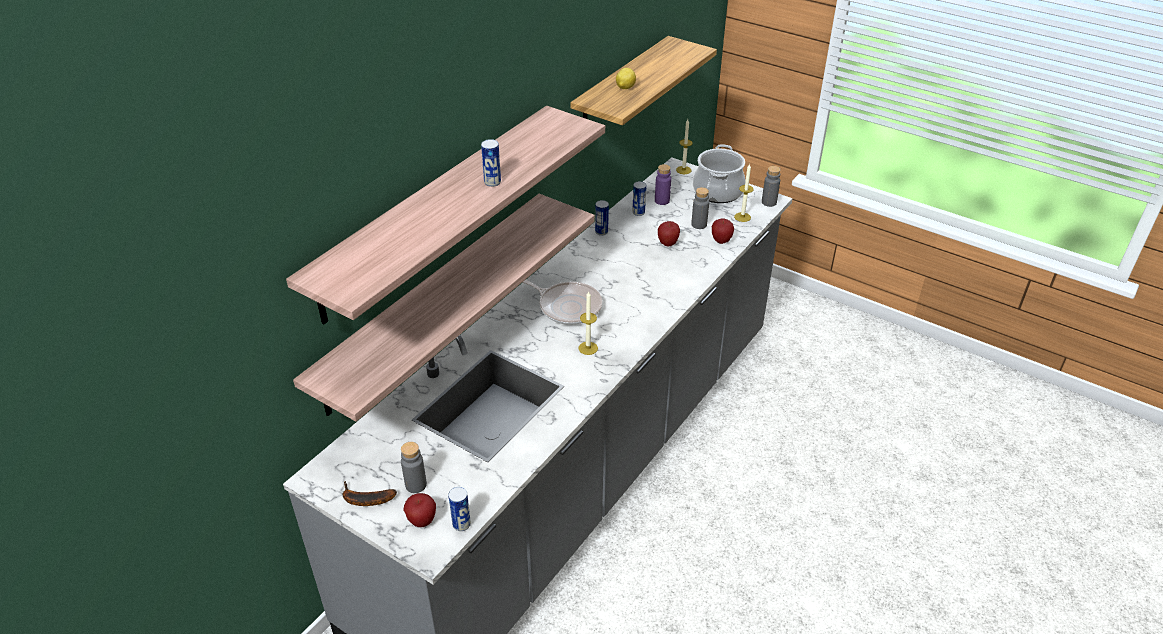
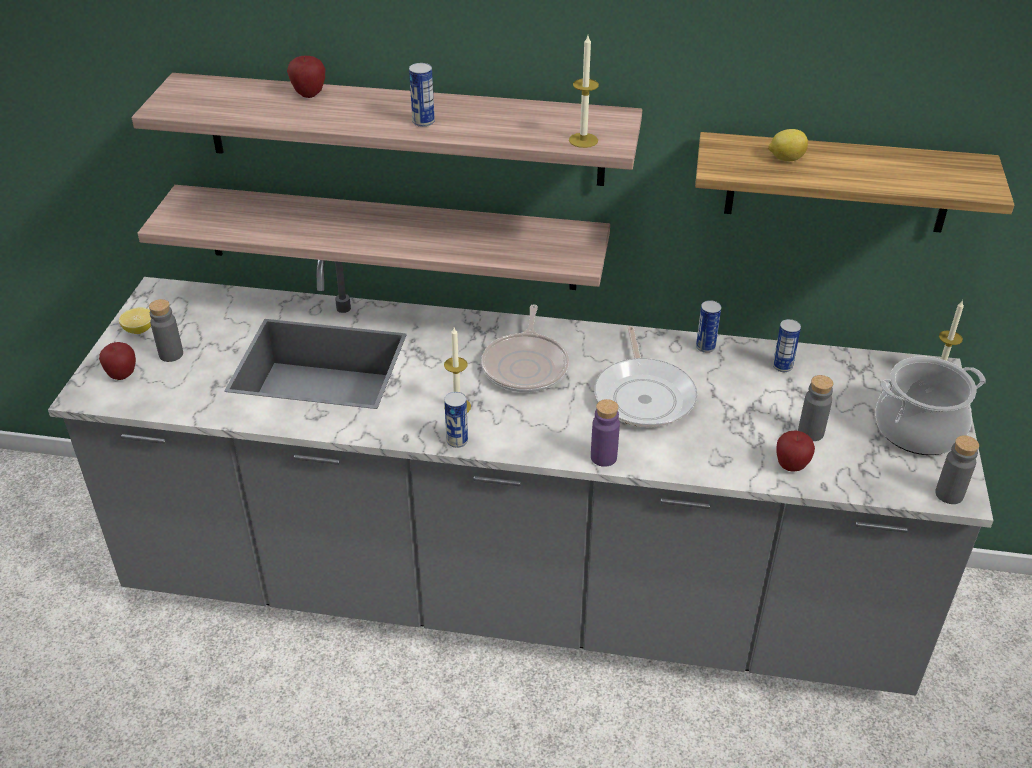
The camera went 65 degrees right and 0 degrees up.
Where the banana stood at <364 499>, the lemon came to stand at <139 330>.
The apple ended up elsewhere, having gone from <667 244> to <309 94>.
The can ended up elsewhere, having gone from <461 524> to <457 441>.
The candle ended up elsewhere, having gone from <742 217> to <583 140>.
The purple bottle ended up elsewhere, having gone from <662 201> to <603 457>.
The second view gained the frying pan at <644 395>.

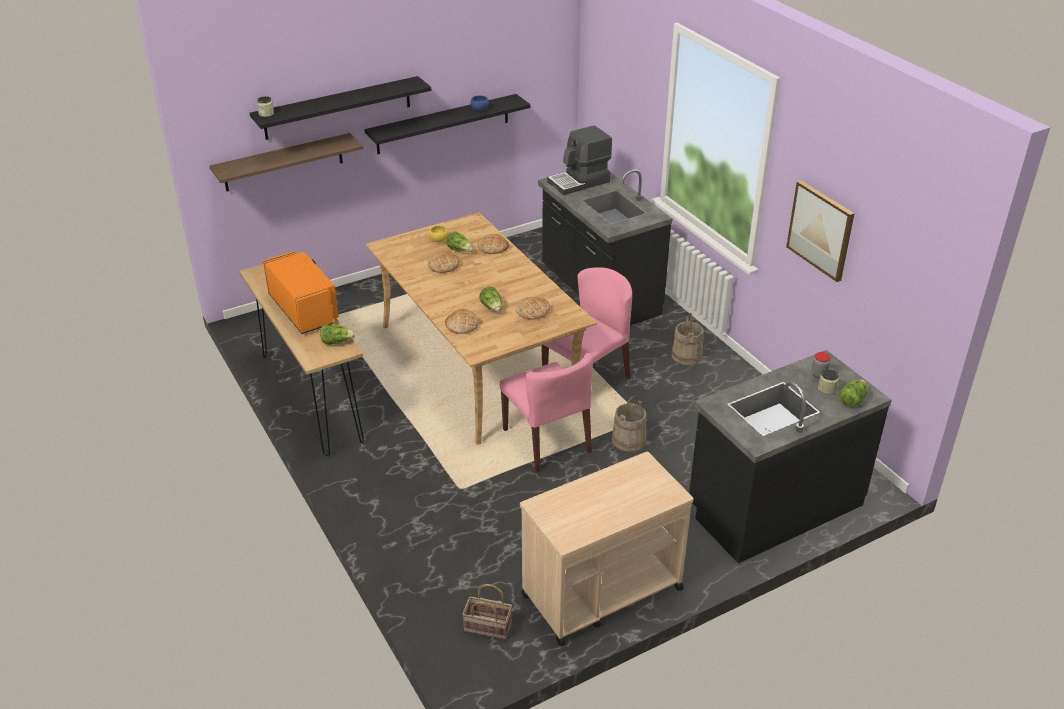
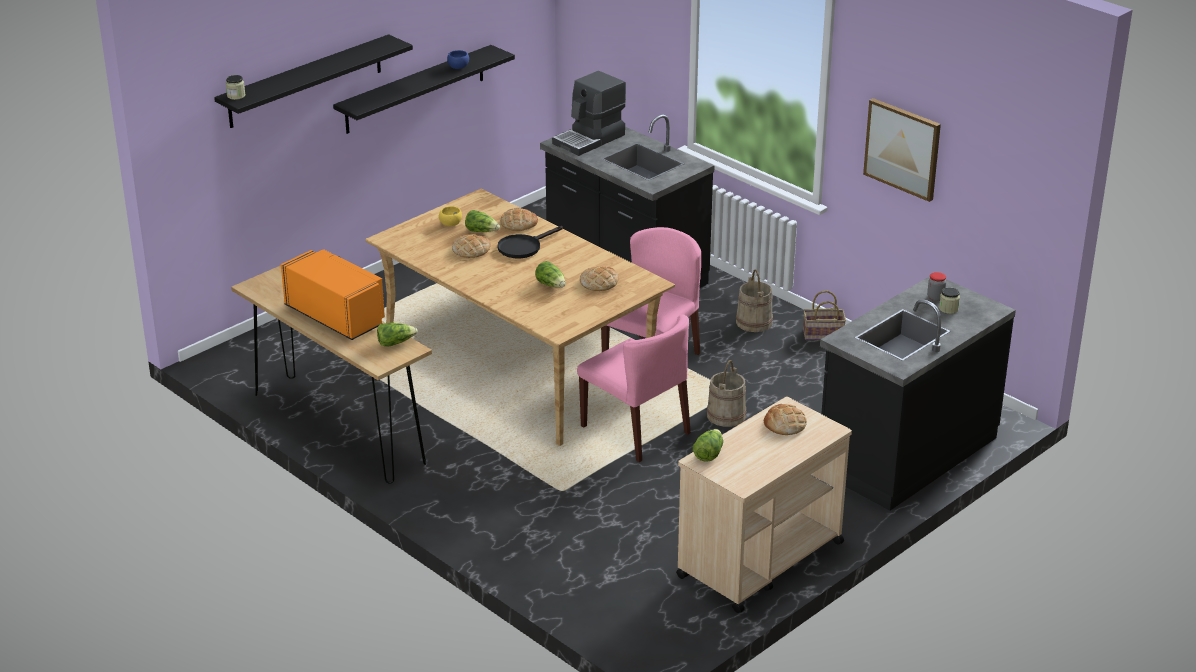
The camera went 15 degrees left and 5 degrees down.
The second view gained the black frying pan at <523 247>.
The lettuce ended up elsewhere, having gone from <852 399> to <708 453>.
The bread ended up elsewhere, having gone from <462 325> to <784 424>.
The basket ended up elsewhere, having gone from <486 627> to <822 335>.
The second view lost the shelf at <283 162>.

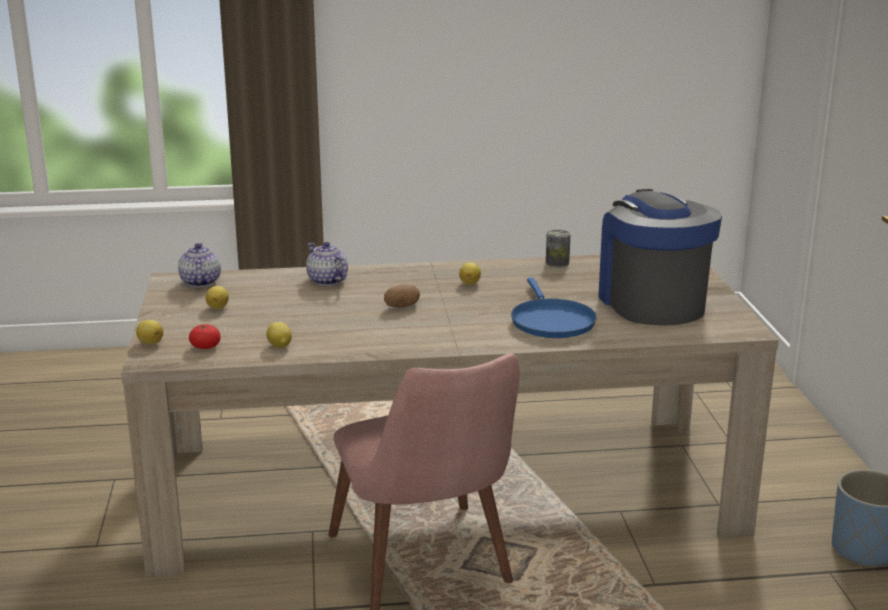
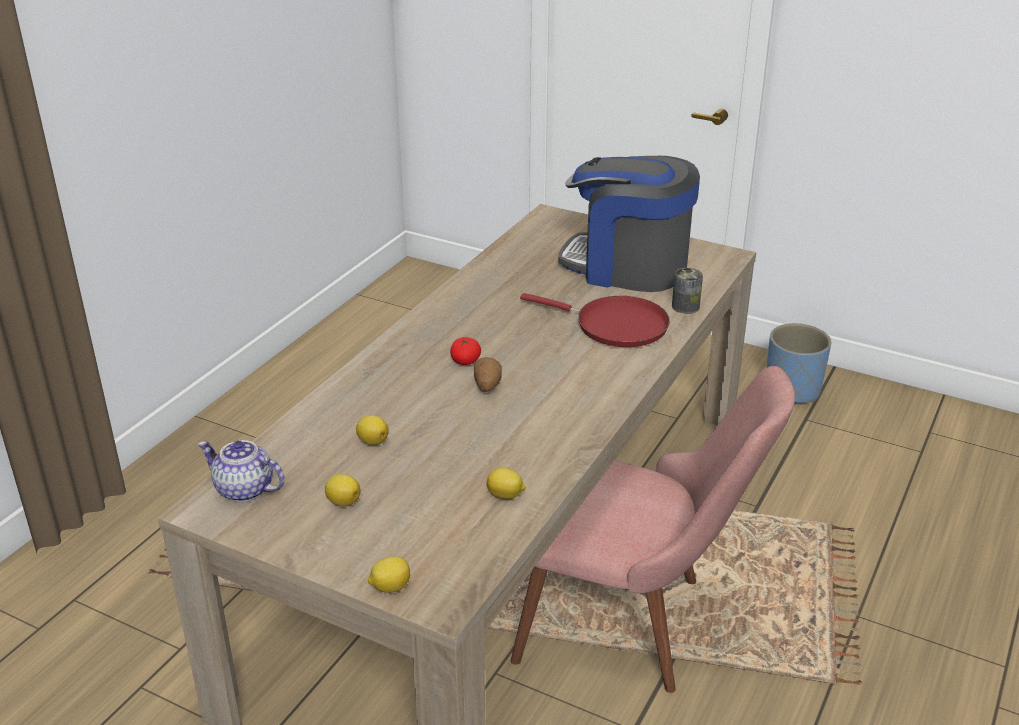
The camera went 55 degrees left and 10 degrees up.
The lemon ended up elsewhere, having gone from <470 283> to <372 441>.
The tomato ended up elsewhere, having gone from <205 346> to <465 361>.
What was the blue frying pan at <551 321> turned into the red frying pan at <615 326>.
The can ended up elsewhere, having gone from <557 263> to <685 306>.
The second view lost the teapot at <326 280>.

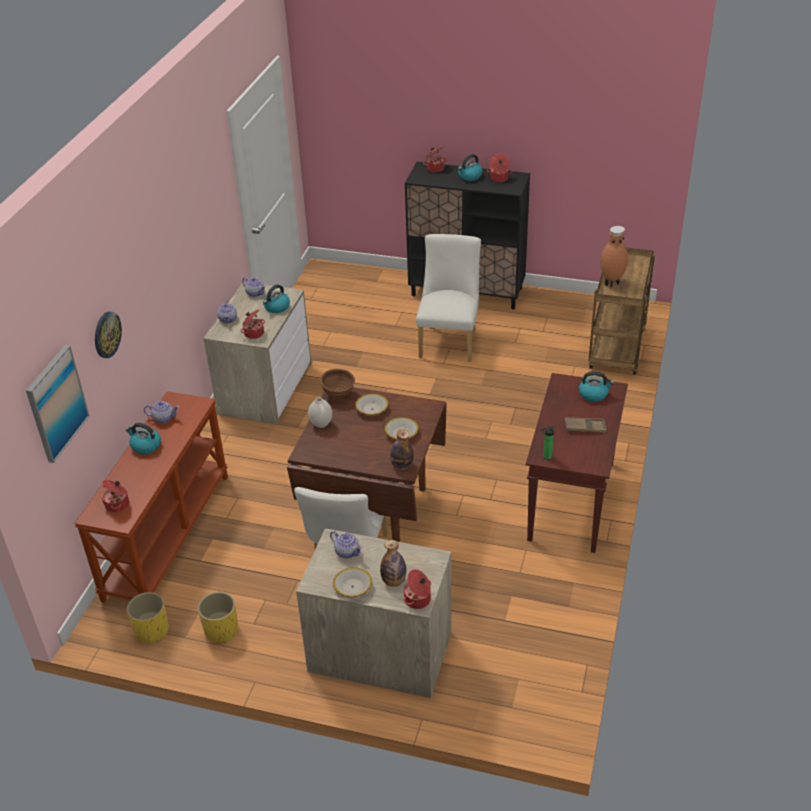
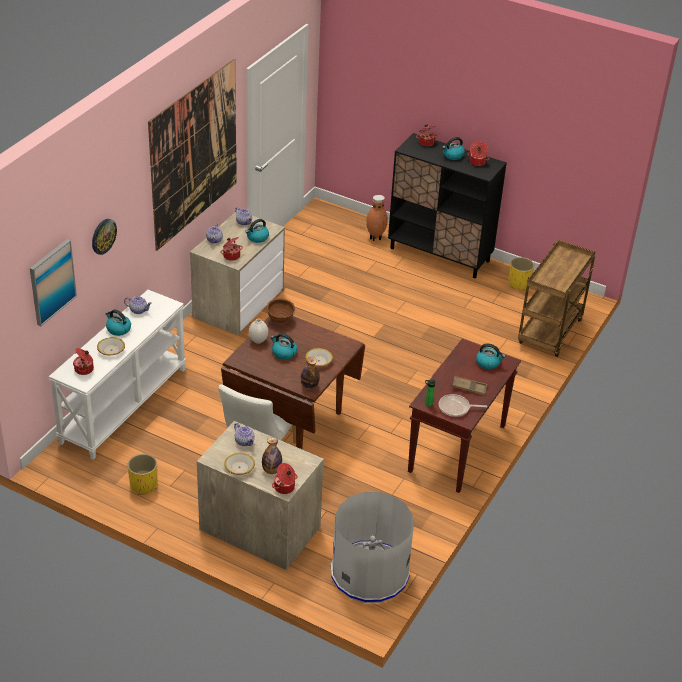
The camera went 10 degrees right and 0 degrees up.
What was the brown console table at <167 535> turned into the white console table at <123 404>.
The bowl ended up elsewhere, having gone from <372 409> to <111 350>.
The second view gained the picture at <194 154>.
The second view gained the kettle at <284 353>.
The second view gained the grey trash can at <369 573>.
The brown vase ended up elsewhere, having gone from <611 283> to <375 237>.
The second view gained the frying pan at <456 408>.
The yellow planter ended up elsewhere, having gone from <152 631> to <519 284>.
The second view lost the white chair at <449 340>.

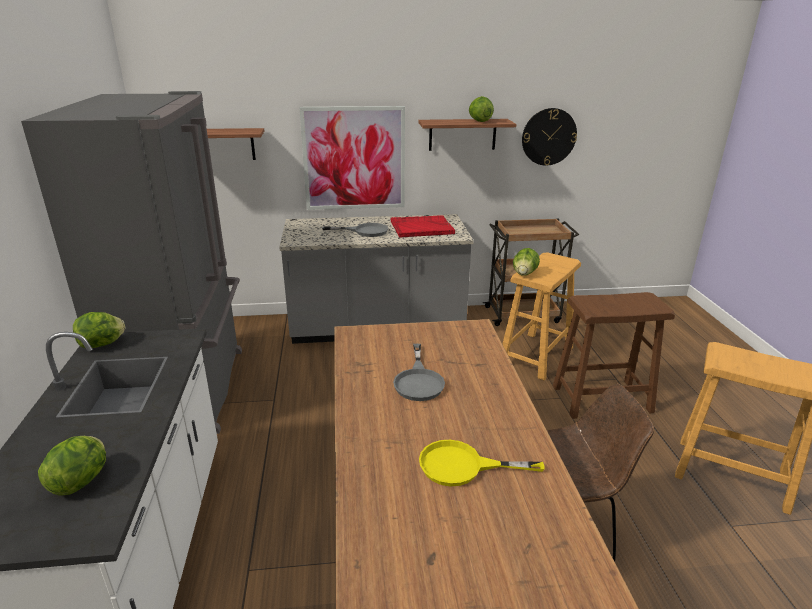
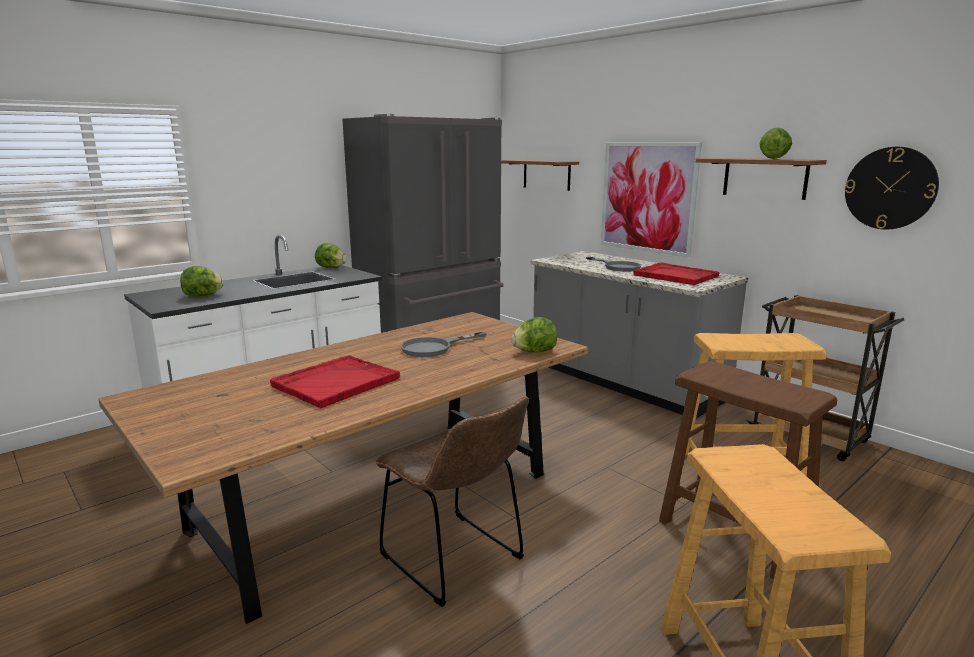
The camera went 55 degrees right and 10 degrees down.
Where the yellow frying pan stood at <462 466>, the red tray came to stand at <335 383>.
The lettuce ended up elsewhere, having gone from <524 274> to <534 352>.

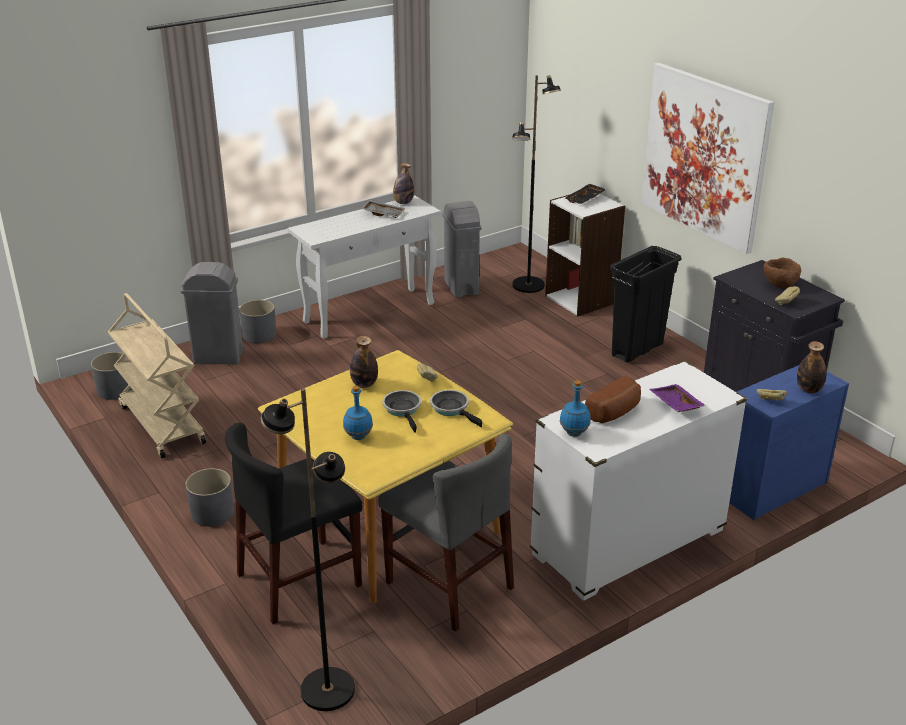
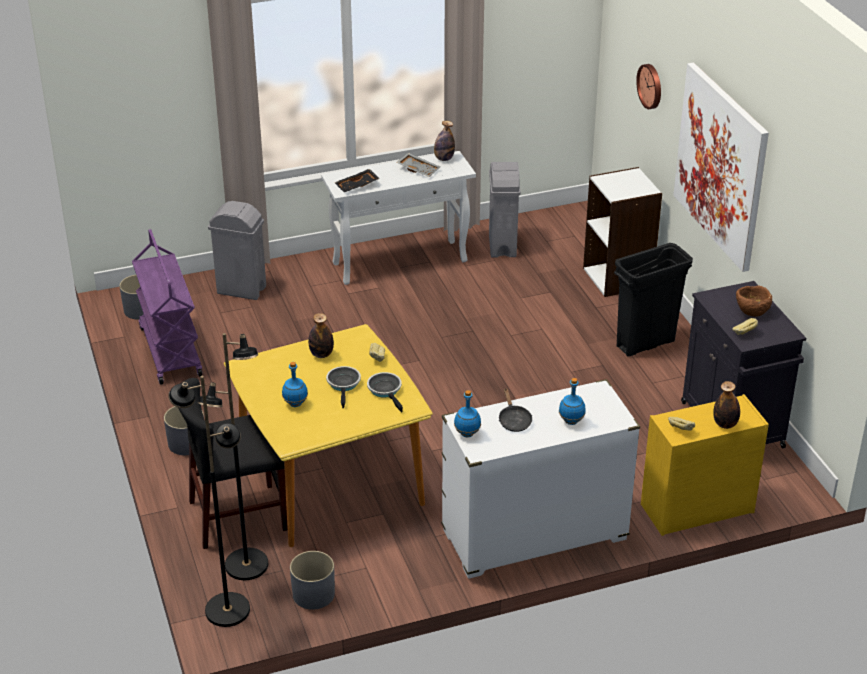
The camera went 15 degrees right and 5 degrees up.
What was the beige cart at <161 424> turned into the purple cart at <170 351>.
The black floor lamp ended up elsewhere, having gone from <528 285> to <246 565>.
The grey planter ended up elsewhere, having gone from <259 335> to <313 594>.
The black tray ended up elsewhere, having gone from <585 199> to <357 186>.
Where the bread stood at <615 412>, the black frying pan came to stand at <514 420>.
Where the purple tray stood at <675 404>, the blue bottle came to stand at <571 421>.
The second view gained the wall clock at <651 86>.
What was the blue dresser at <771 489> turned into the yellow dresser at <695 509>.
The second view lost the grey chair at <449 585>.

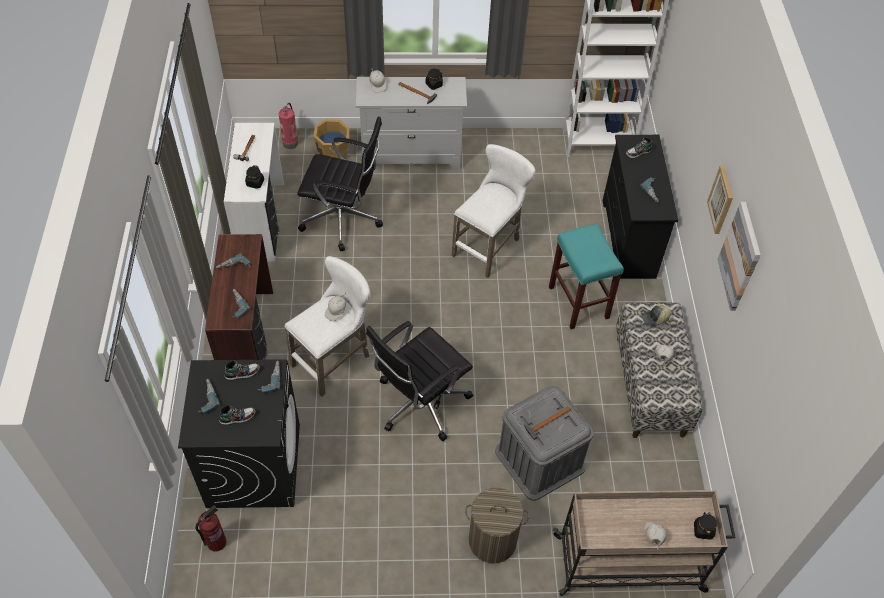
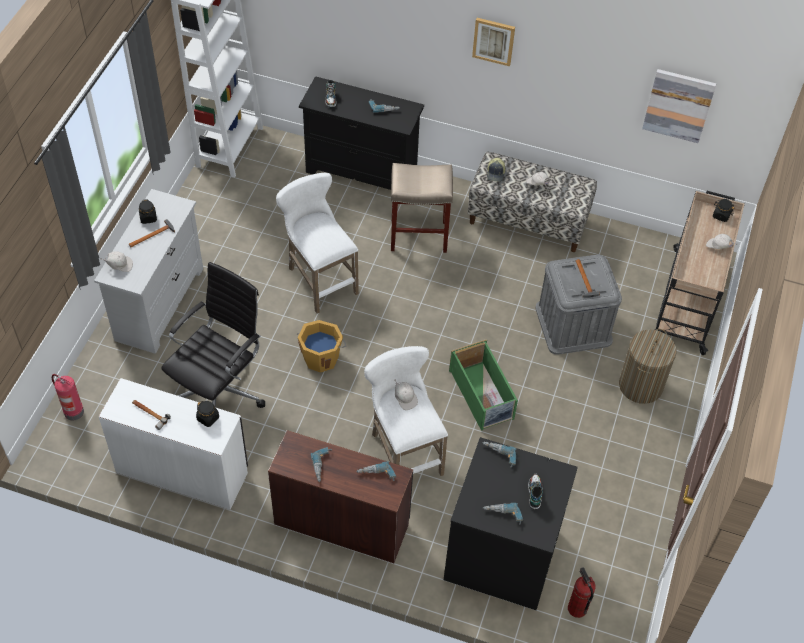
The camera went 70 degrees left and 0 degrees up.
The orange bucket ended up elsewhere, having gone from <334 154> to <321 357>.
What was the turquoise stool at <579 303> turned into the beige stool at <419 235>.
Where the black office chair stood at <419 403>, the green storage box came to stand at <482 395>.
The picture ended up elsewhere, having gone from <740 257> to <678 105>.
The second view lost the shoe at <242 373>.

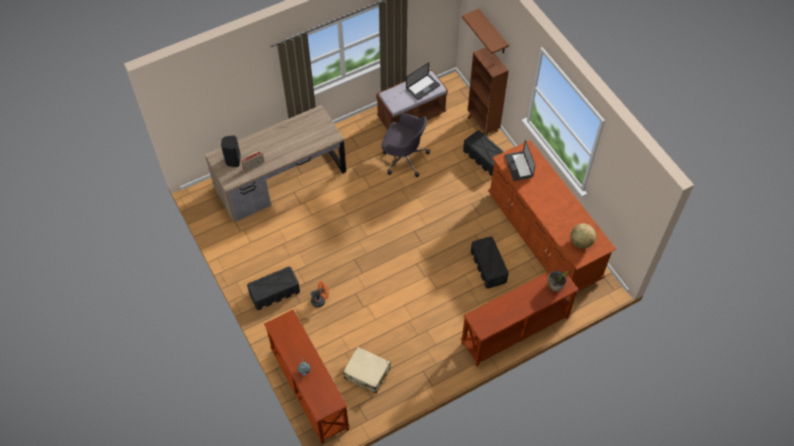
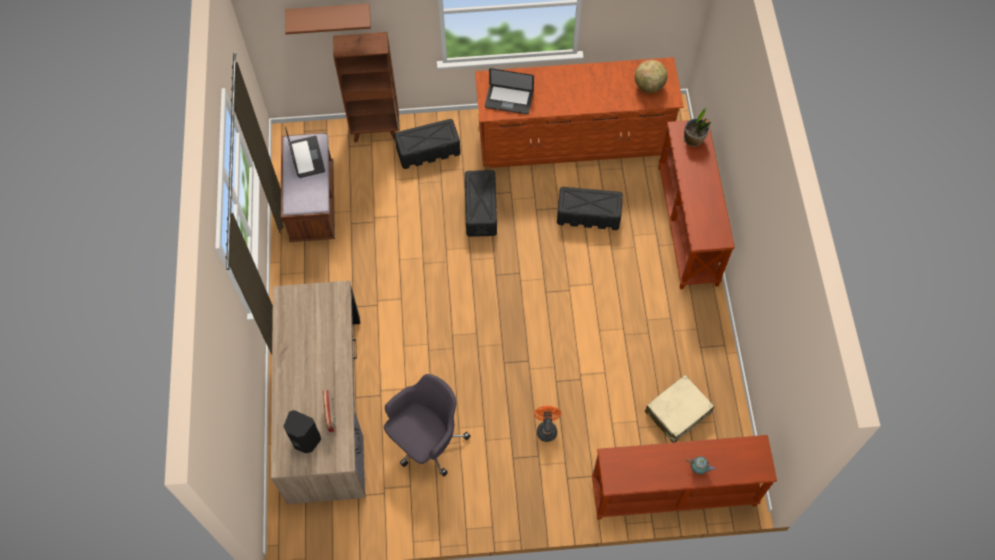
The camera went 65 degrees left and 5 degrees up.
The grey office chair ended up elsewhere, having gone from <403 158> to <426 441>.
The black storage box ended up elsewhere, having gone from <274 293> to <481 210>.

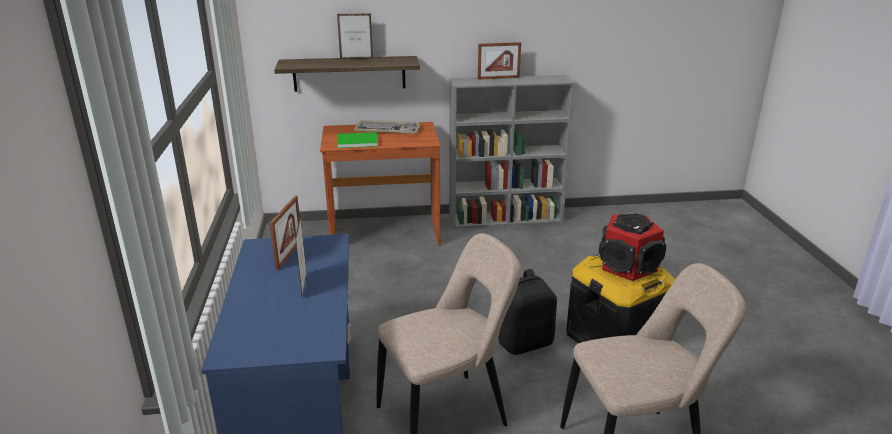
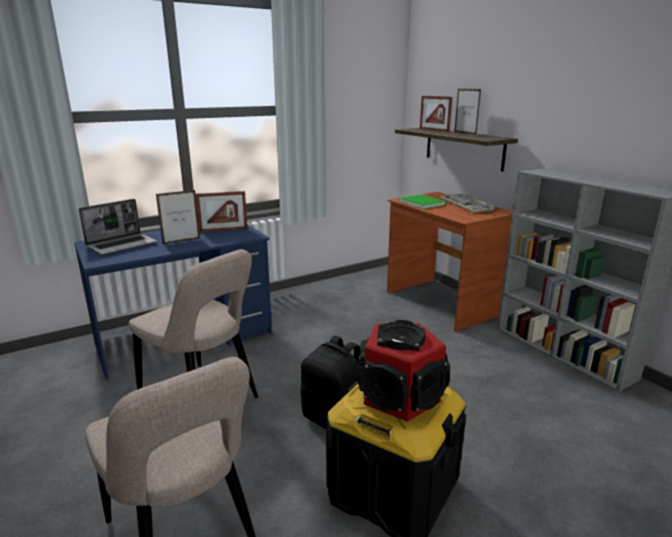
The camera went 65 degrees right and 5 degrees down.
The second view gained the laptop at <122 245>.
The picture frame ended up elsewhere, having gone from <498 78> to <434 130>.

